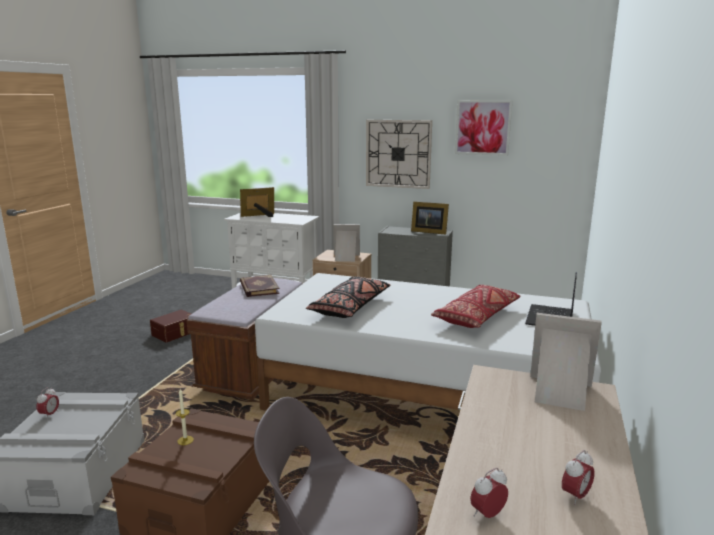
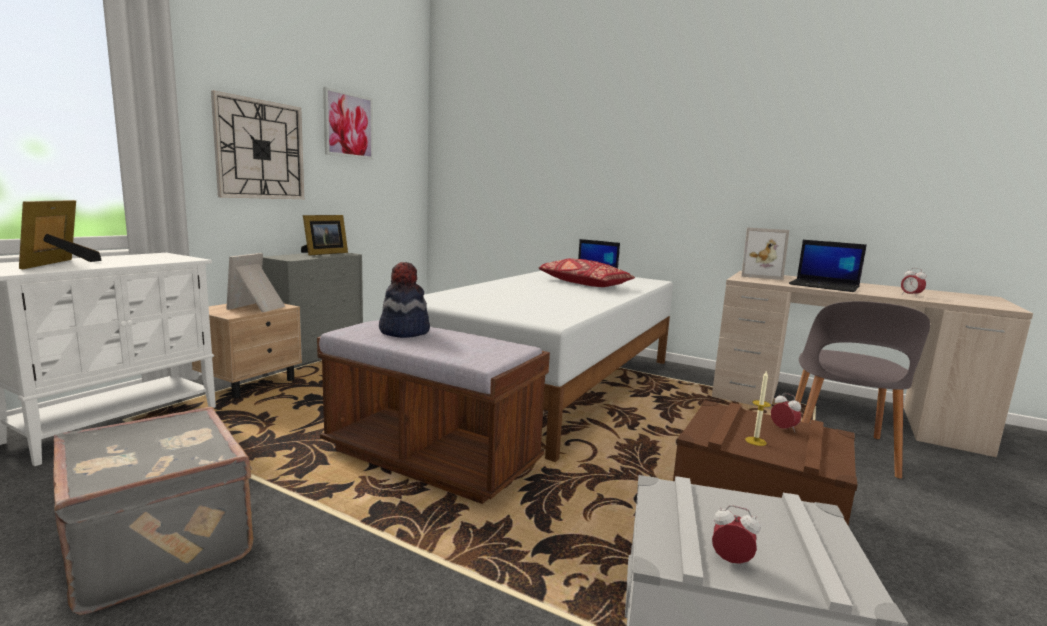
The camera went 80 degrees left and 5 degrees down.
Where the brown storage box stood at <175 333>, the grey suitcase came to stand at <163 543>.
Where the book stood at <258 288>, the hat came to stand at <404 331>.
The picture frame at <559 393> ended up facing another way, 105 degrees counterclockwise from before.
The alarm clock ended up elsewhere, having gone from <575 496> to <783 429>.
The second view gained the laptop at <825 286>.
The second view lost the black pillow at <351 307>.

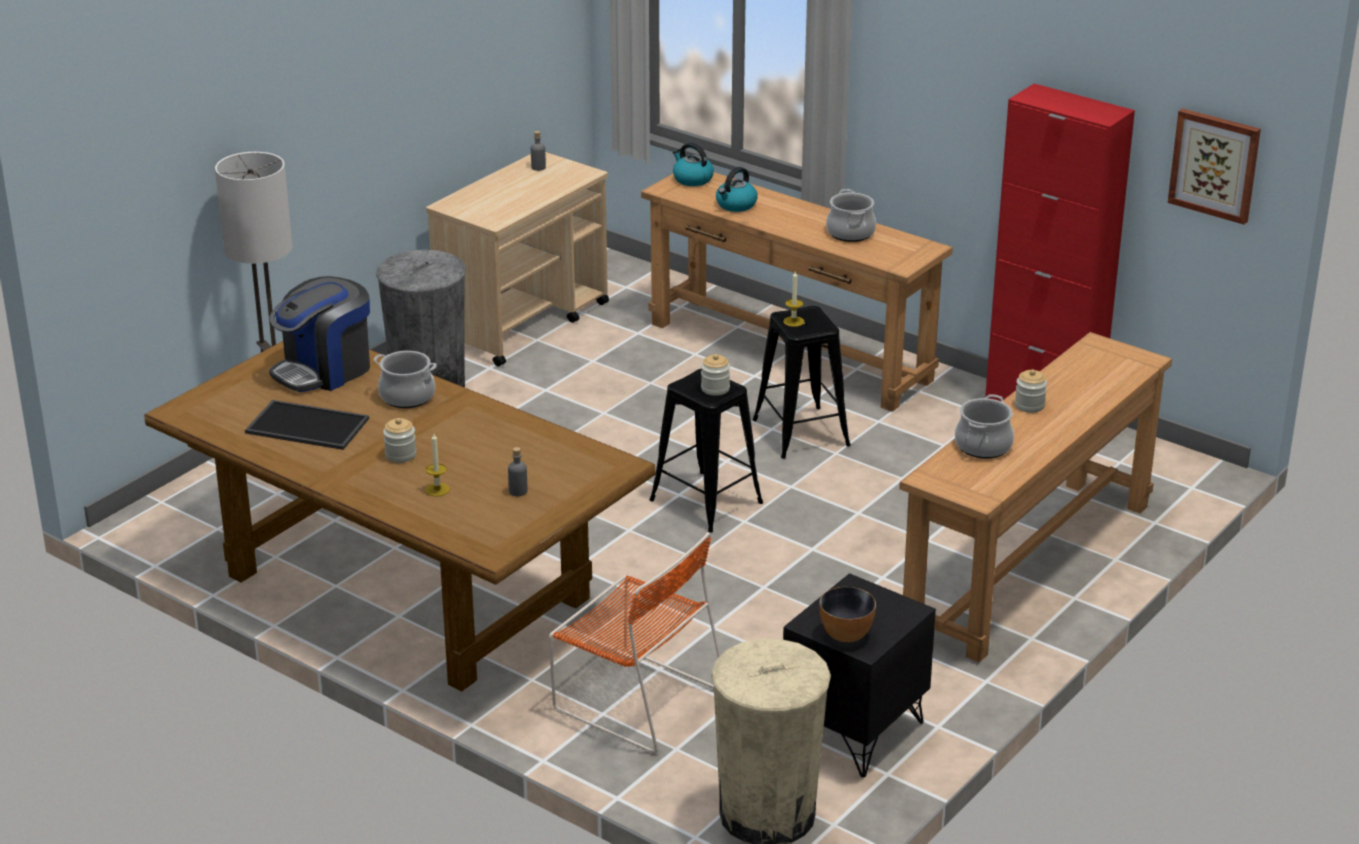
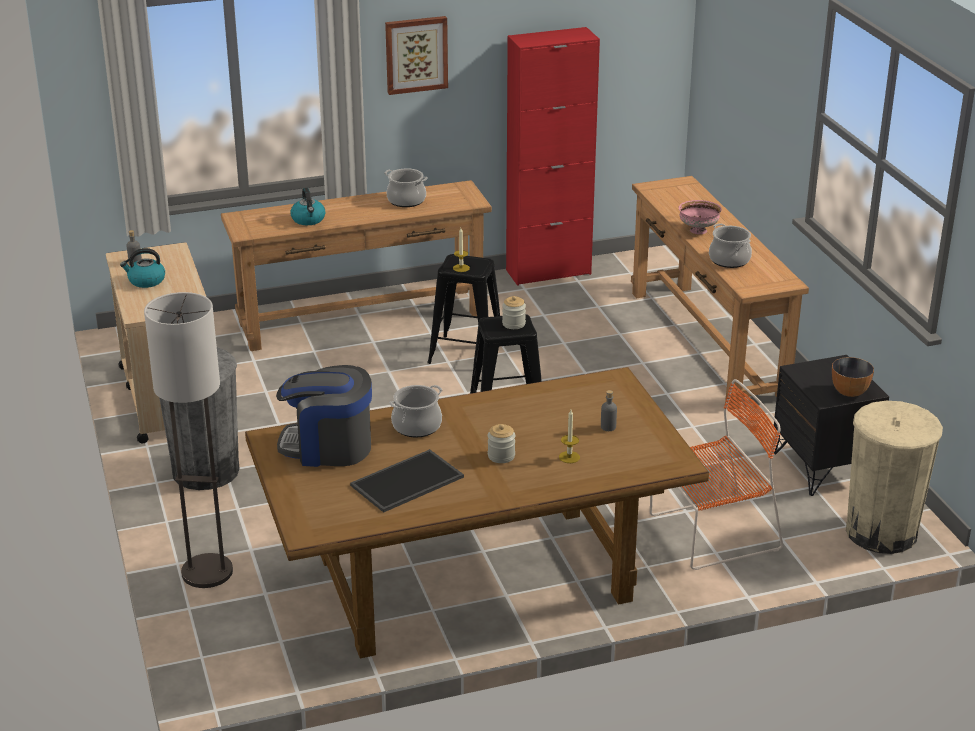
The camera went 55 degrees left and 0 degrees up.
The kettle ended up elsewhere, having gone from <692 179> to <146 281>.
The coffee machine at <324 370> ended up facing another way, 105 degrees clockwise from before.
The picture ended up elsewhere, having gone from <1215 165> to <416 54>.
Where the jar stood at <1029 405>, the pink bowl came to stand at <698 230>.

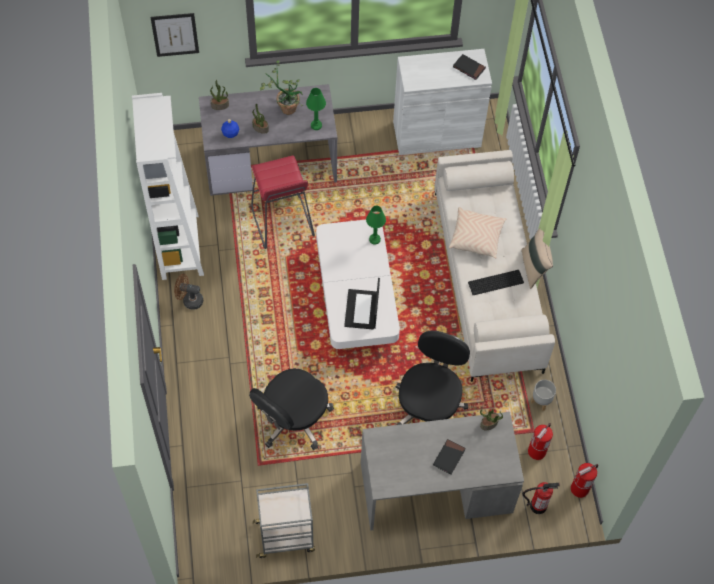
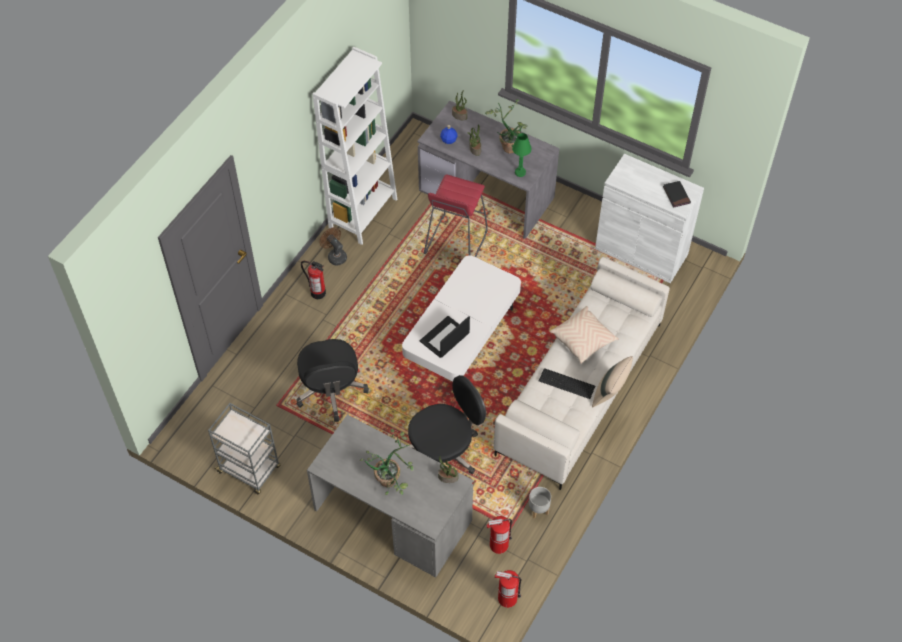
The camera went 40 degrees right and 5 degrees down.
The black office chair at <293 420> ended up facing another way, 90 degrees counterclockwise from before.
The fire extinguisher ended up elsewhere, having gone from <538 505> to <318 292>.
Where the black book stood at <449 457>, the potted plant came to stand at <392 480>.
The second view lost the picture at <175 34>.
The second view lost the green table lamp at <374 239>.

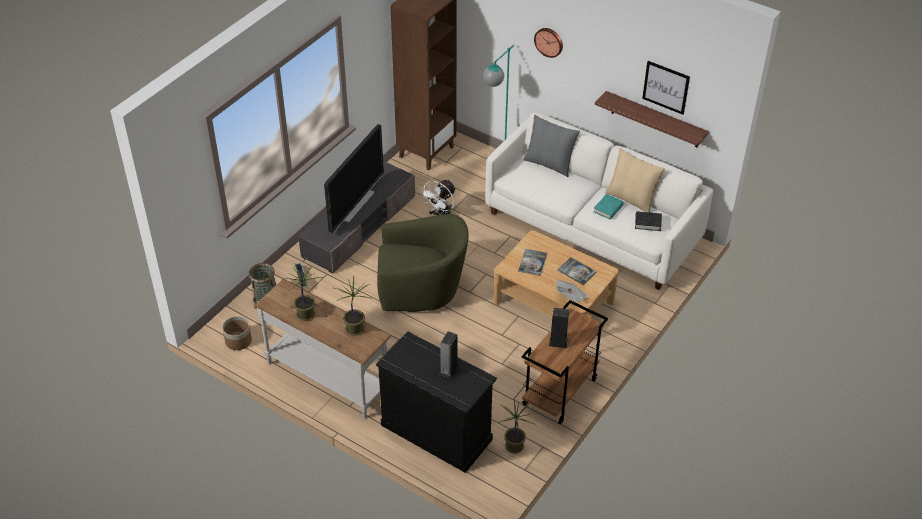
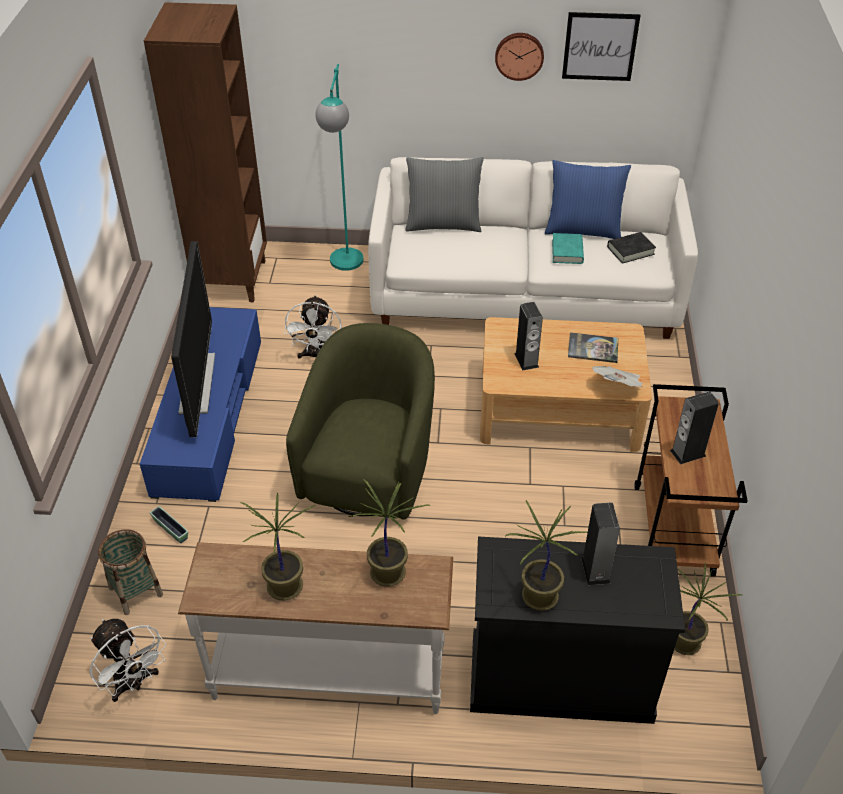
The camera went 30 degrees left and 0 degrees up.
Where the planter stood at <238 341>, the white fan came to stand at <134 683>.
What was the grey tv stand at <359 226> turned into the blue tv stand at <209 416>.
The green armchair at <421 291> ended up facing another way, 45 degrees counterclockwise from before.
The wall clock ended up elsewhere, having gone from <549 41> to <519 55>.
The second view gained the potted plant at <538 598>.
Where the book stood at <532 262>, the speaker came to stand at <526 360>.
What was the beige pillow at <631 199> turned into the blue pillow at <583 229>.
The second view lost the shelf at <655 120>.

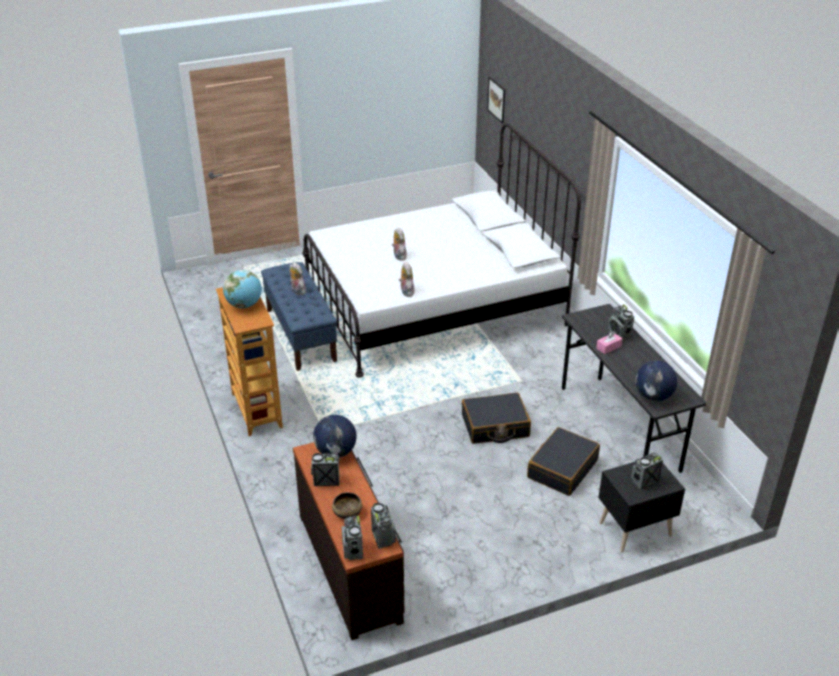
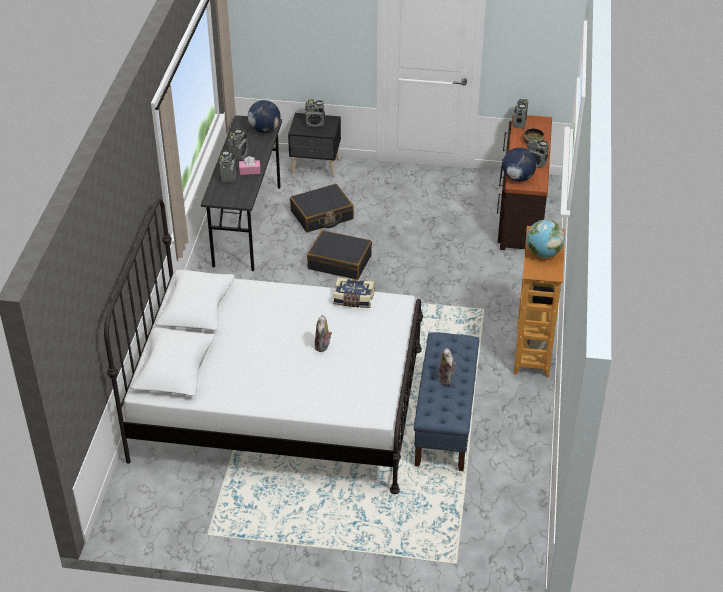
The camera went 150 degrees left and 5 degrees up.
The radio ended up elsewhere, having gone from <352 550> to <239 155>.
Where the plush toy stood at <406 292>, the book came to stand at <353 299>.
The second view lost the picture at <496 99>.

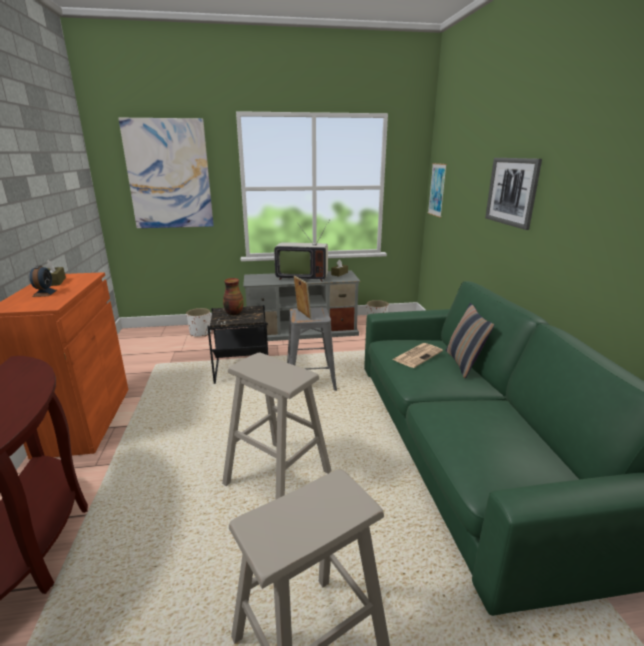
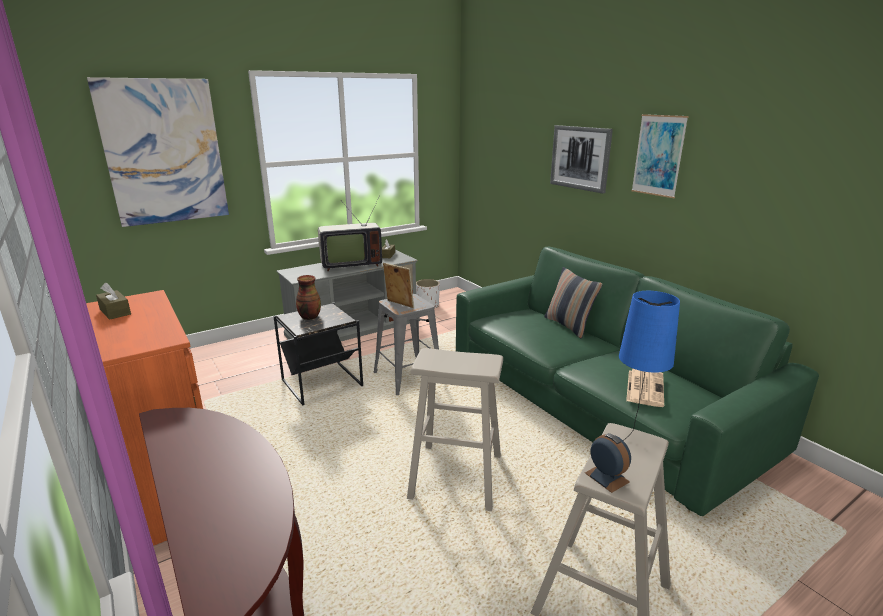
The camera went 25 degrees left and 0 degrees up.
The alarm clock ended up elsewhere, having gone from <45 293> to <607 477>.
The second view gained the blue table lamp at <632 437>.
The newspaper ended up elsewhere, having gone from <417 355> to <644 387>.
The picture ended up elsewhere, having gone from <437 190> to <658 155>.
The second view lost the white planter at <200 333>.

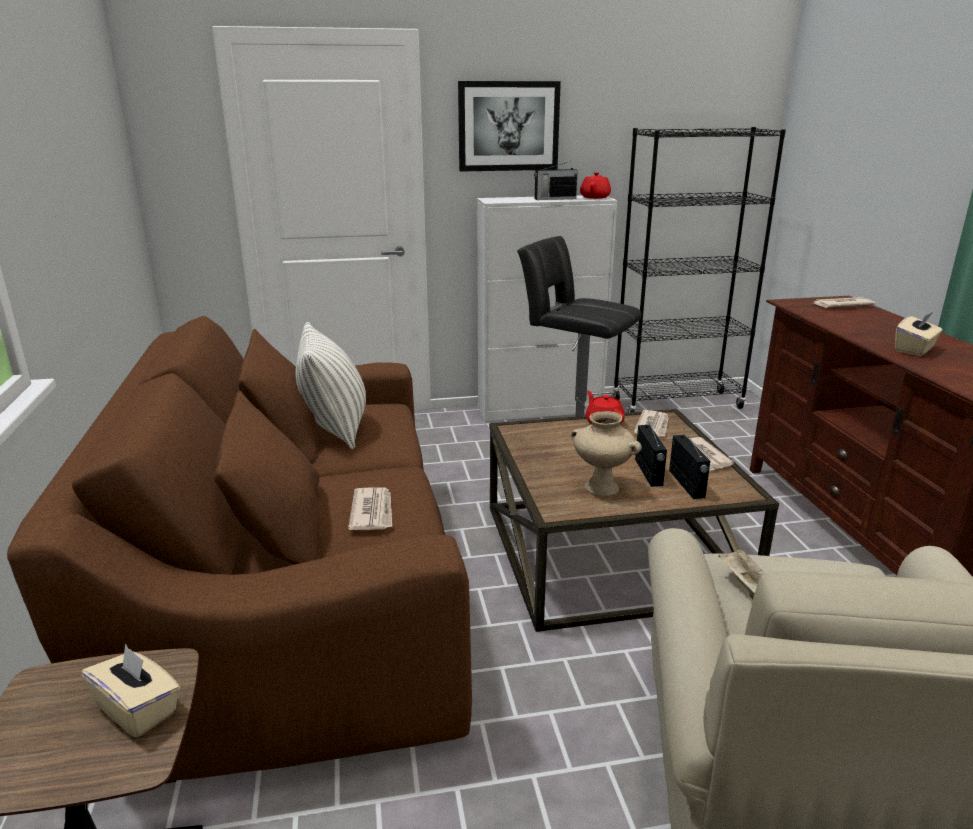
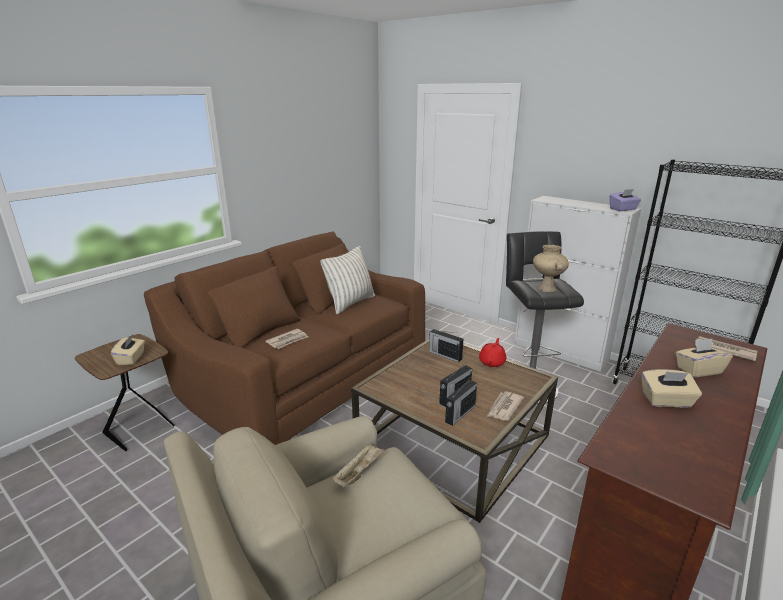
The camera went 50 degrees right and 0 degrees up.
The radio ended up elsewhere, having gone from <554 199> to <444 355>.
The beige vase ended up elsewhere, having gone from <600 488> to <546 288>.
Where the red teapot stood at <595 197>, the purple tissue box came to stand at <623 209>.
The second view gained the beige tissue box at <698 370>.
The second view lost the picture at <508 126>.
The second view lost the newspaper at <653 426>.

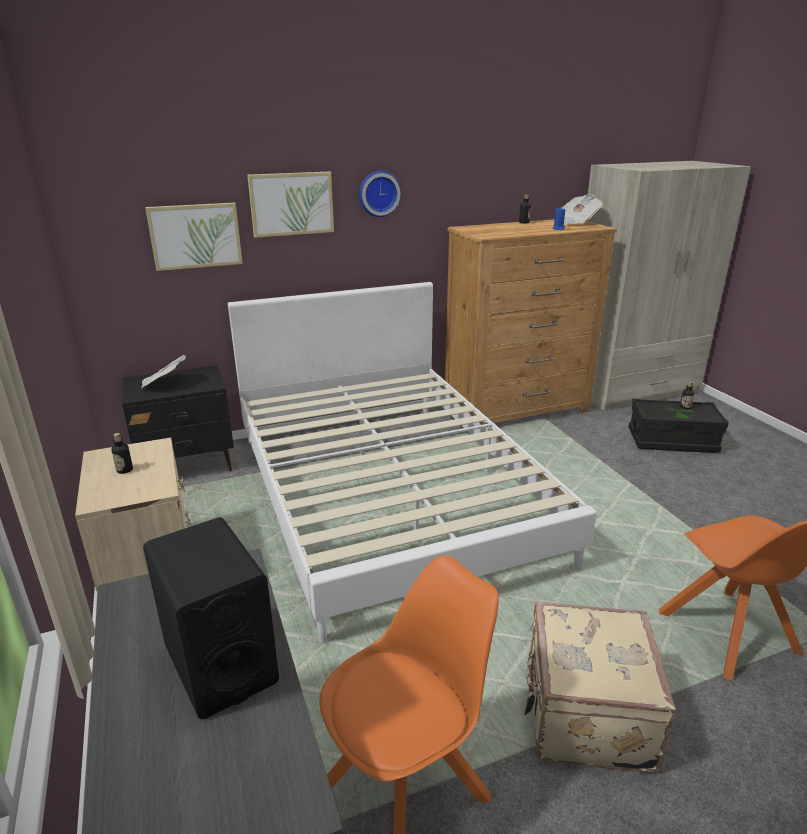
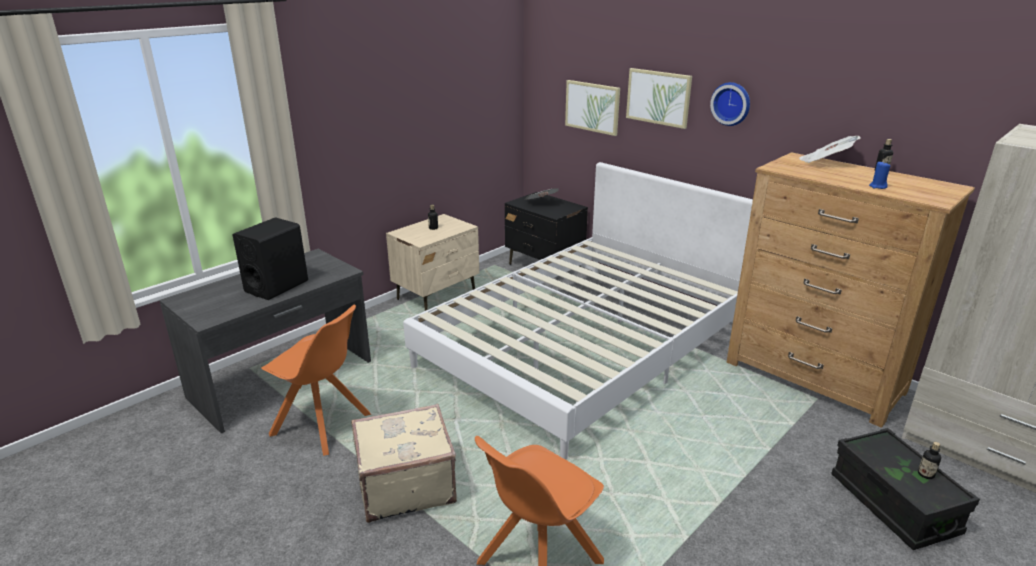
The camera went 65 degrees right and 0 degrees up.
The newspaper ended up elsewhere, having gone from <576 222> to <825 162>.

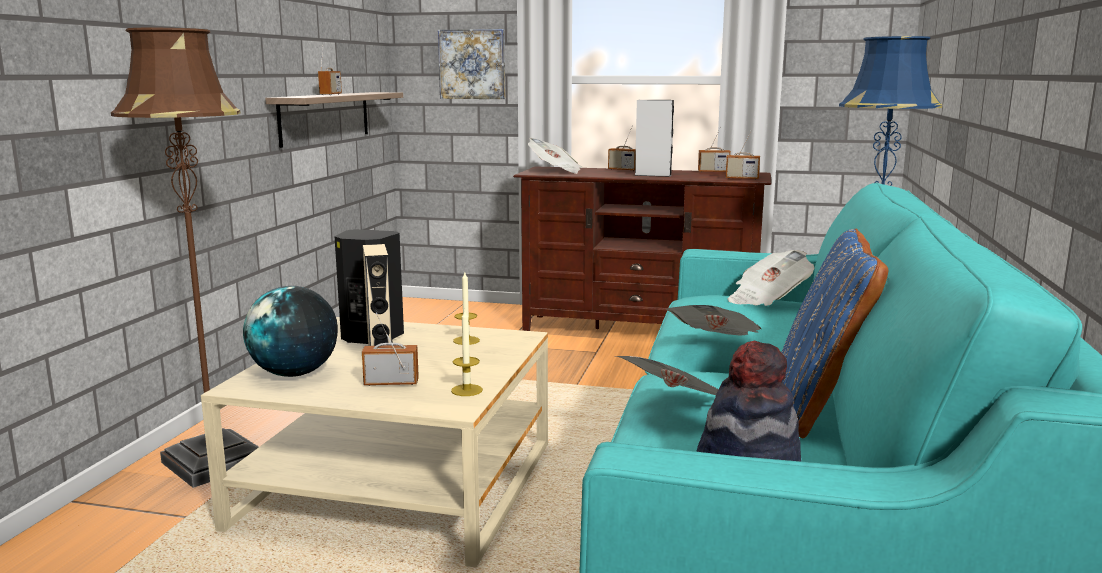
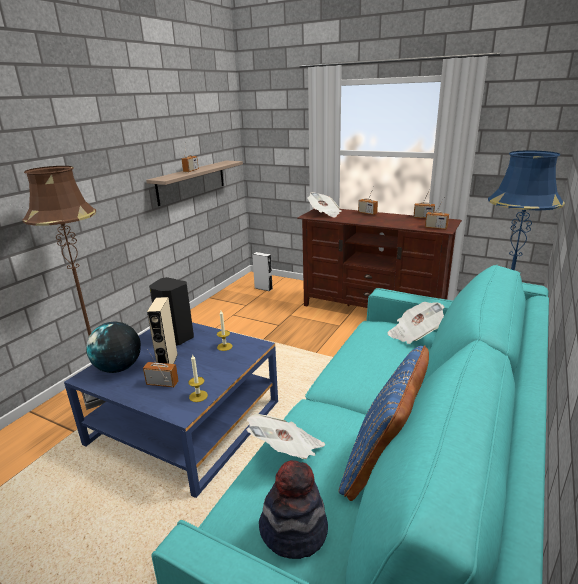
The camera went 15 degrees right and 10 degrees up.
What was the beige coffee table at <399 485> turned into the blue coffee table at <185 423>.
The grey speaker ended up elsewhere, having gone from <653 175> to <263 288>.
The second view lost the picture at <472 64>.
The second view lost the newspaper at <714 346>.

